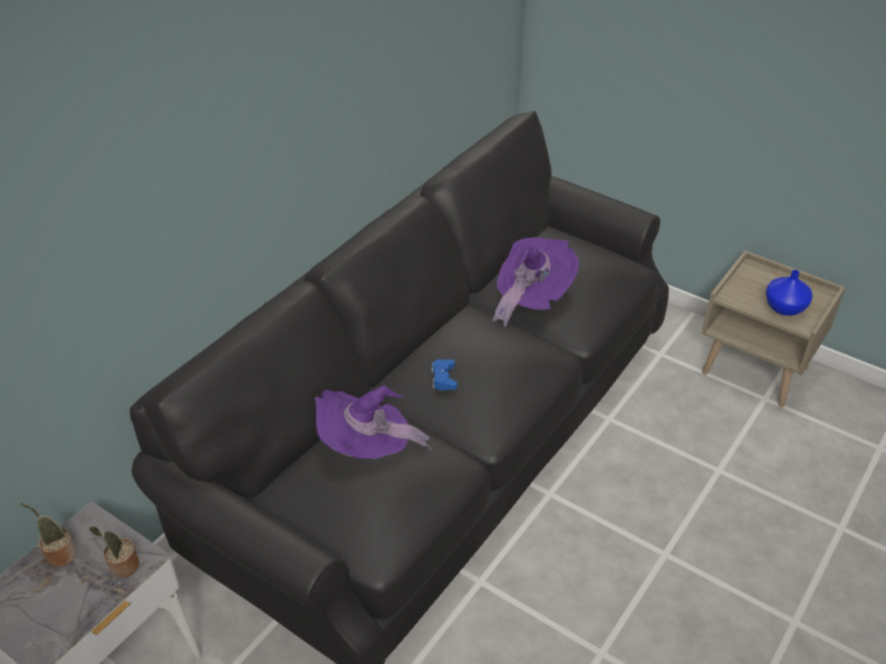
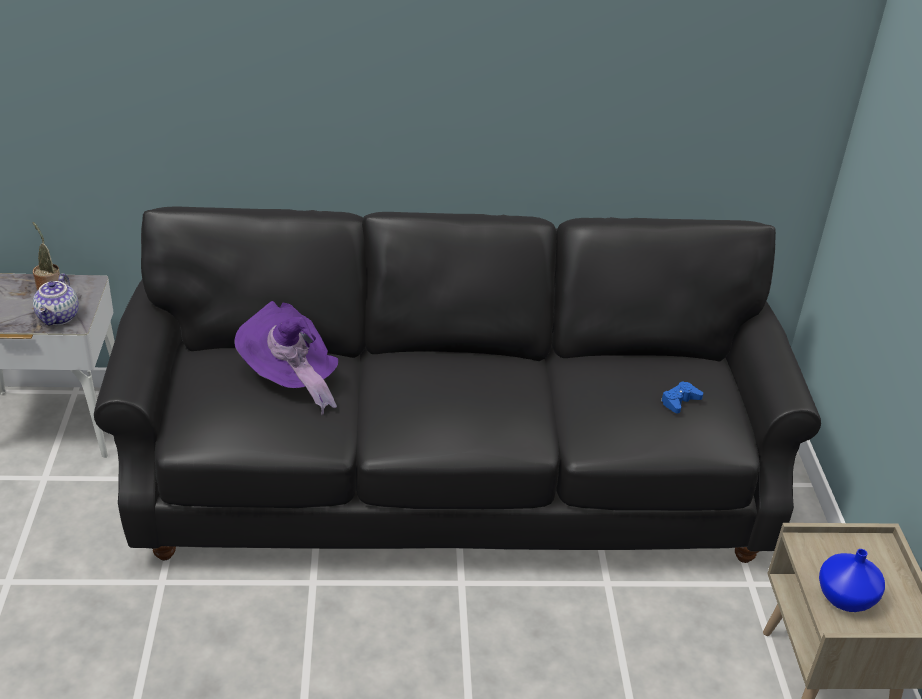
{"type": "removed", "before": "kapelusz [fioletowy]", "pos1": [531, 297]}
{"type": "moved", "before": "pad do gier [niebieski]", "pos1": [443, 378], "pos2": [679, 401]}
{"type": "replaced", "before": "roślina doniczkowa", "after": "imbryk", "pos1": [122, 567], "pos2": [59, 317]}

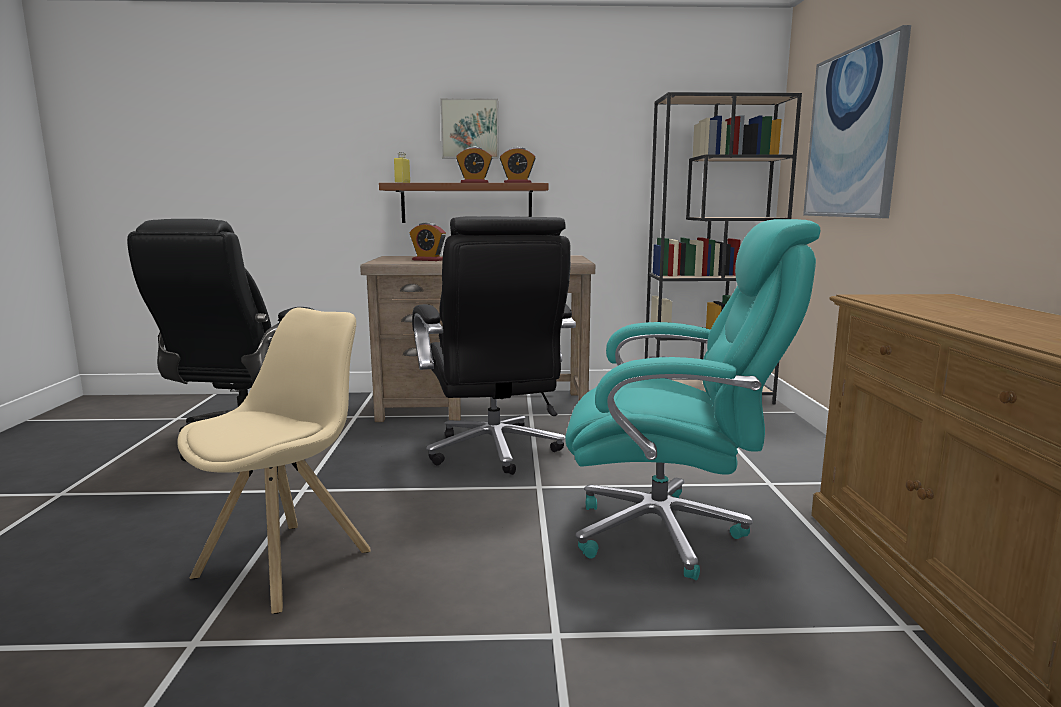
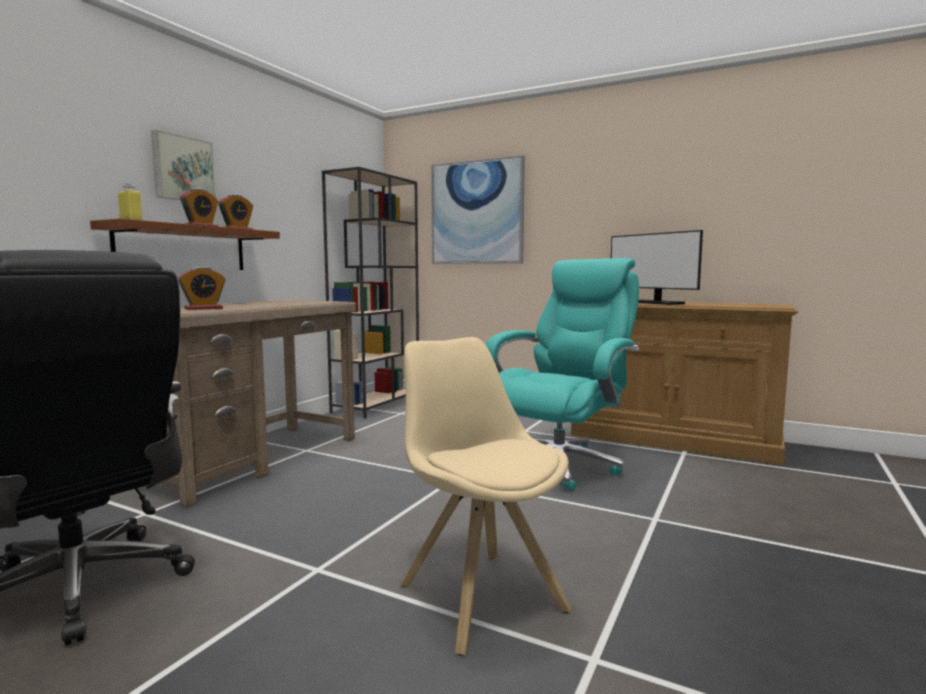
{"type": "removed", "before": "krzesło biurowe [czarny]", "pos1": [496, 454]}
{"type": "added", "after": "monitor", "pos2": [654, 303]}

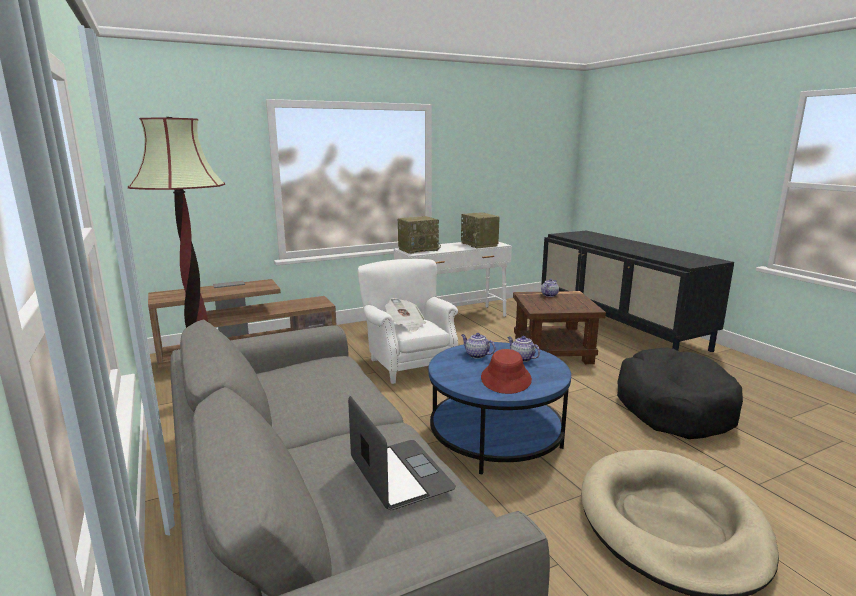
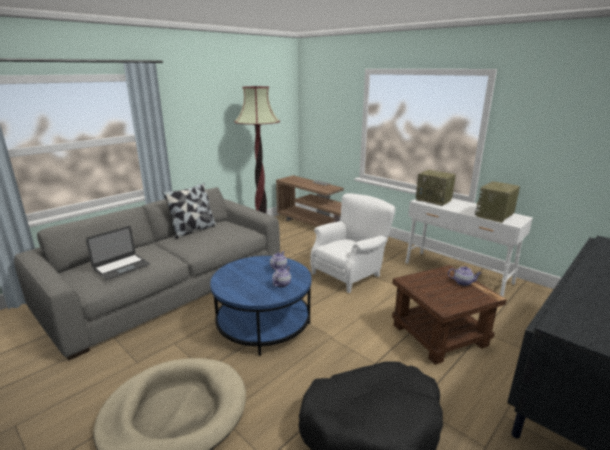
{"type": "removed", "before": "gazeta", "pos1": [405, 325]}
{"type": "removed", "before": "kapelusz [czerwony]", "pos1": [506, 379]}
{"type": "added", "after": "poduszka", "pos2": [193, 230]}

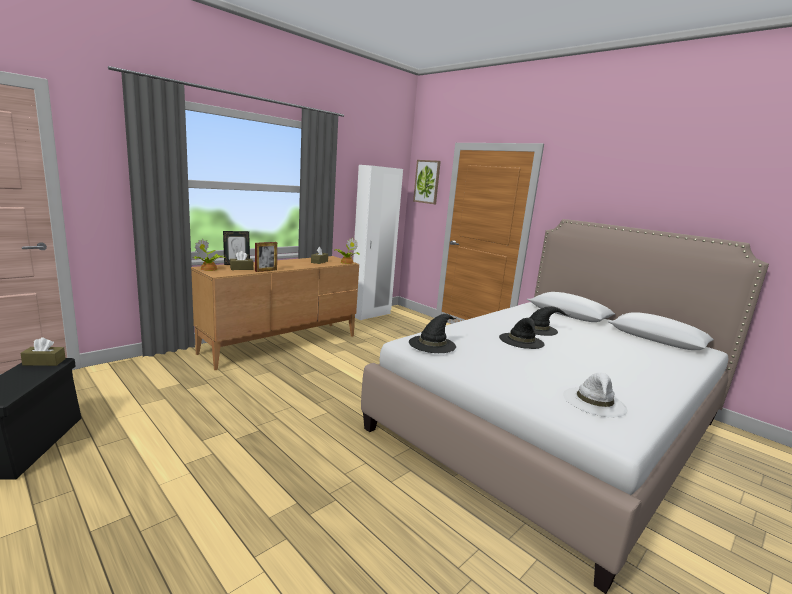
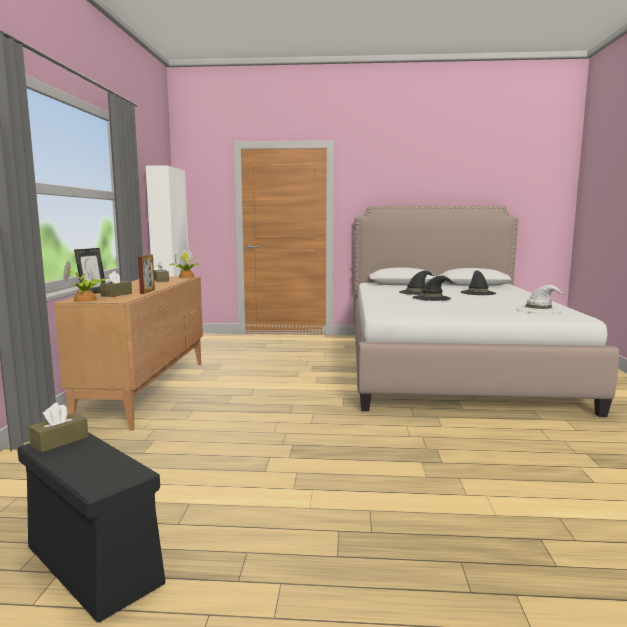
{"type": "removed", "before": "obraz", "pos1": [427, 181]}
{"type": "moved", "before": "kapelusz [czarny]", "pos1": [432, 344], "pos2": [477, 292]}

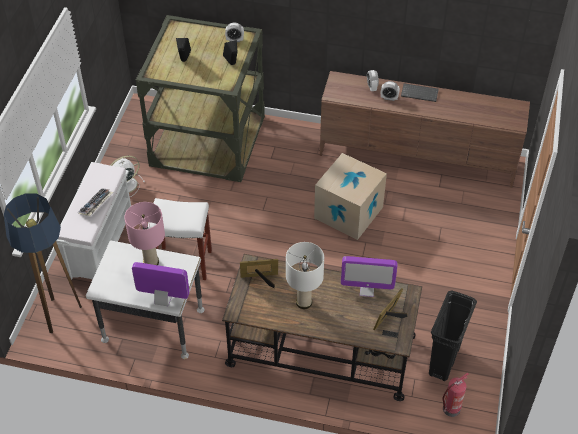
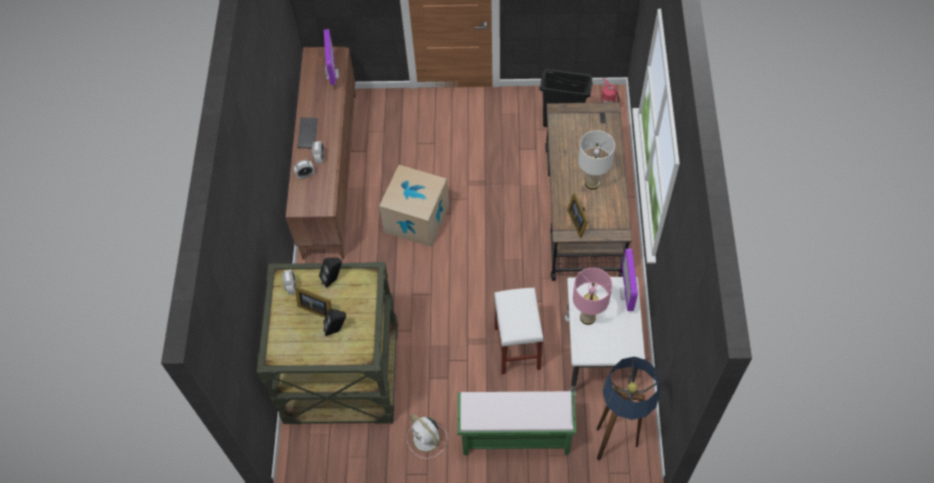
{"type": "recoloured", "before": "ławka [biały]", "after": "ławka [zielony]", "pos1": [100, 243], "pos2": [514, 436]}
{"type": "removed", "before": "klawiatura", "pos1": [96, 205]}
{"type": "moved", "before": "monitor", "pos1": [366, 290], "pos2": [332, 74]}
{"type": "moved", "before": "ramka na zdjęcie", "pos1": [389, 318], "pos2": [316, 308]}

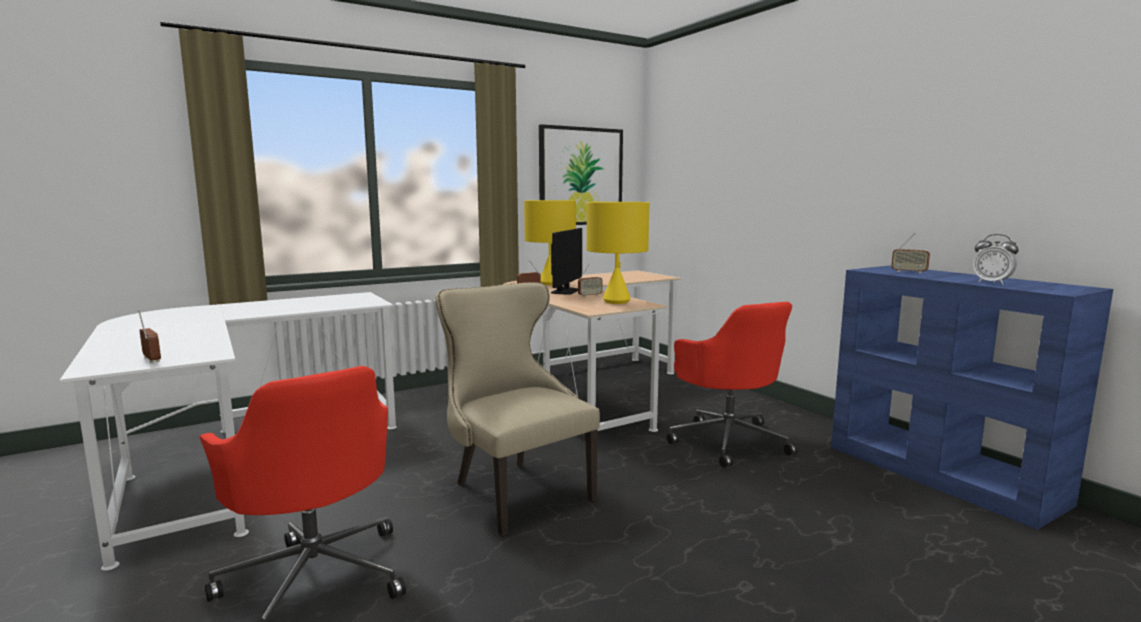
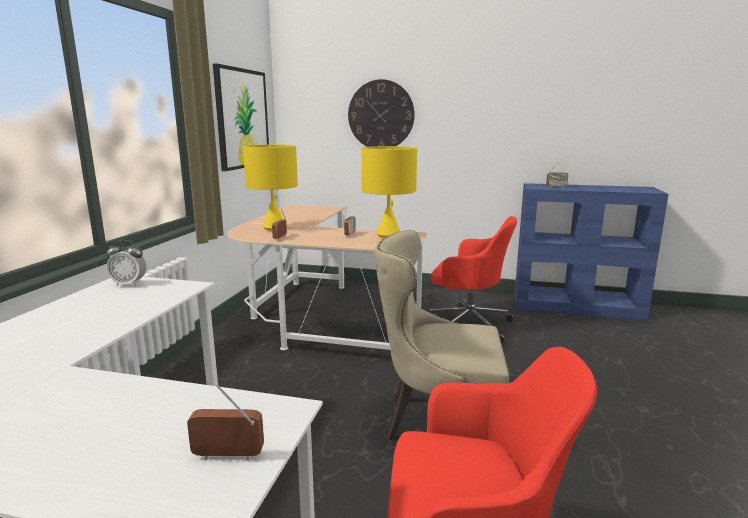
{"type": "removed", "before": "monitor", "pos1": [565, 291]}
{"type": "moved", "before": "budzik", "pos1": [991, 283], "pos2": [129, 284]}
{"type": "added", "after": "zegar ścienny", "pos2": [381, 115]}

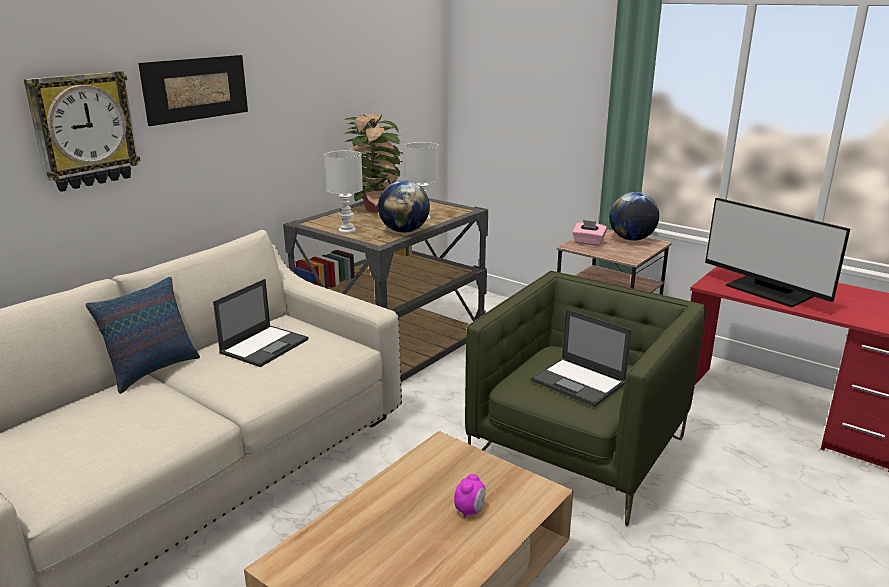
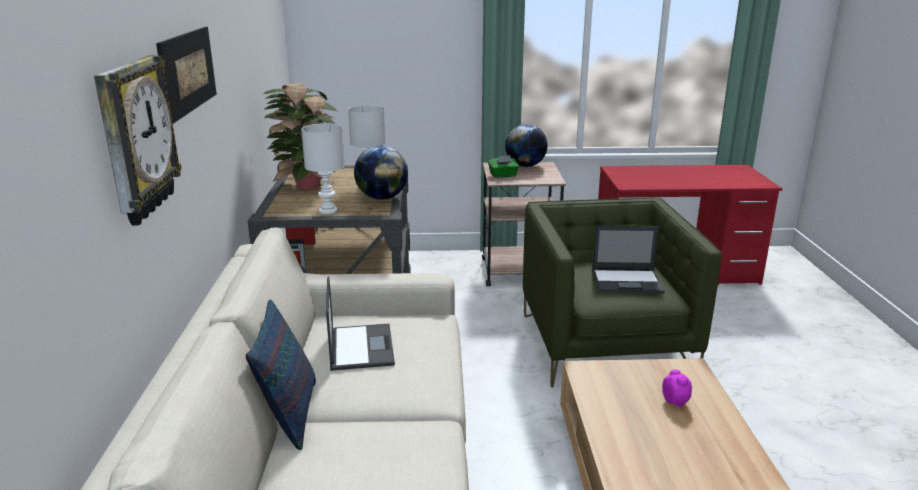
{"type": "removed", "before": "monitor", "pos1": [767, 291]}
{"type": "recoloured", "before": "pudełko chusteczek [różowy]", "after": "pudełko chusteczek [zielony]", "pos1": [588, 242], "pos2": [503, 175]}

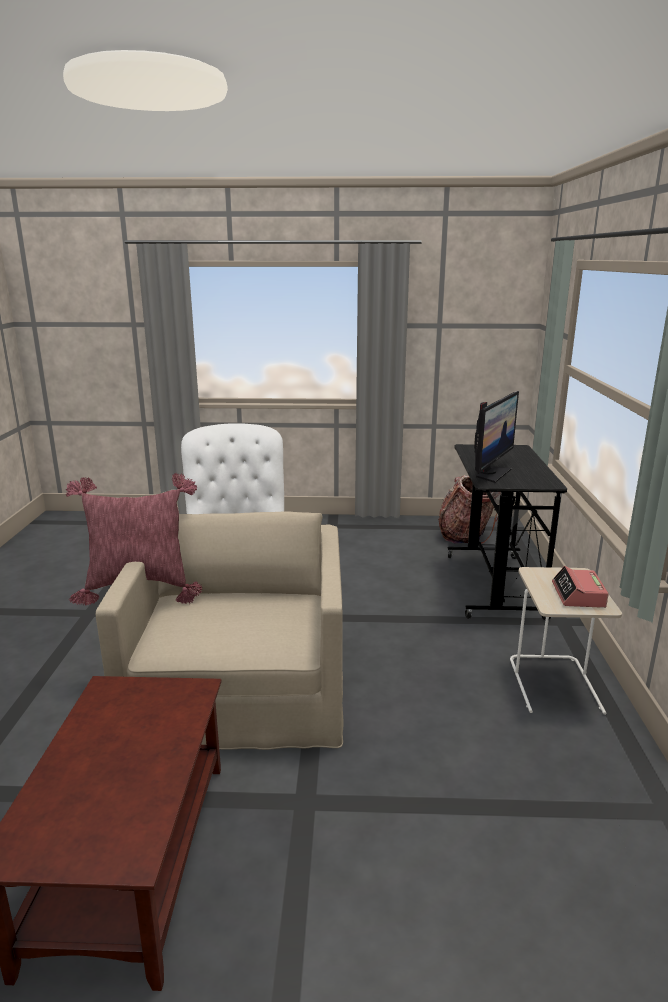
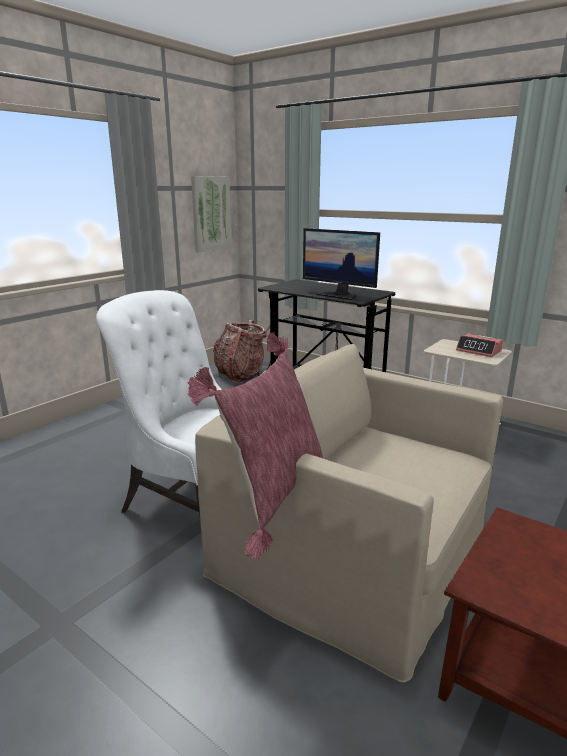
{"type": "turned", "before": "monitor", "pos1": [491, 474], "pos2": [339, 295], "turn": 150}
{"type": "added", "after": "obraz", "pos2": [210, 214]}

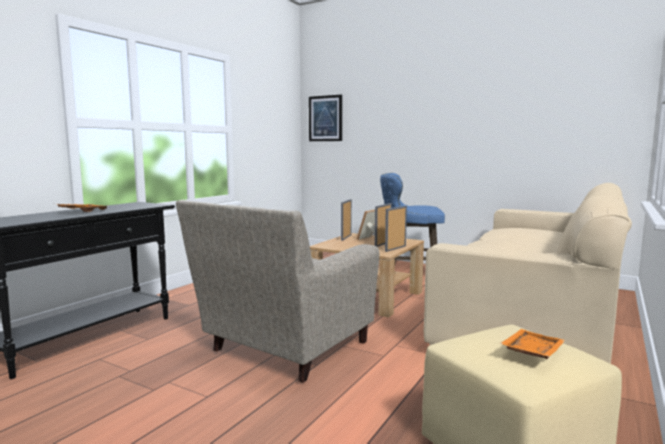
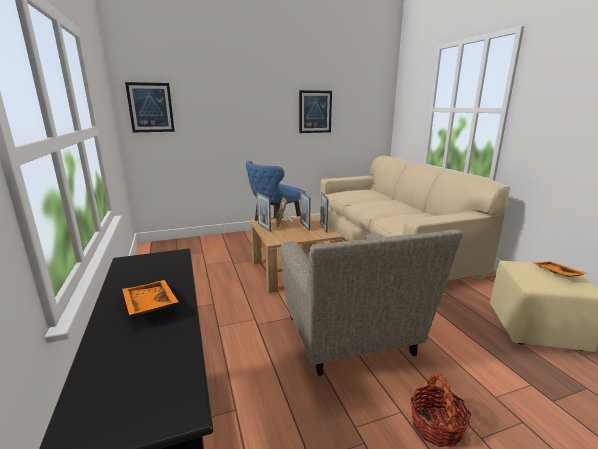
{"type": "added", "after": "obraz", "pos2": [315, 112]}
{"type": "added", "after": "koszyk", "pos2": [436, 426]}

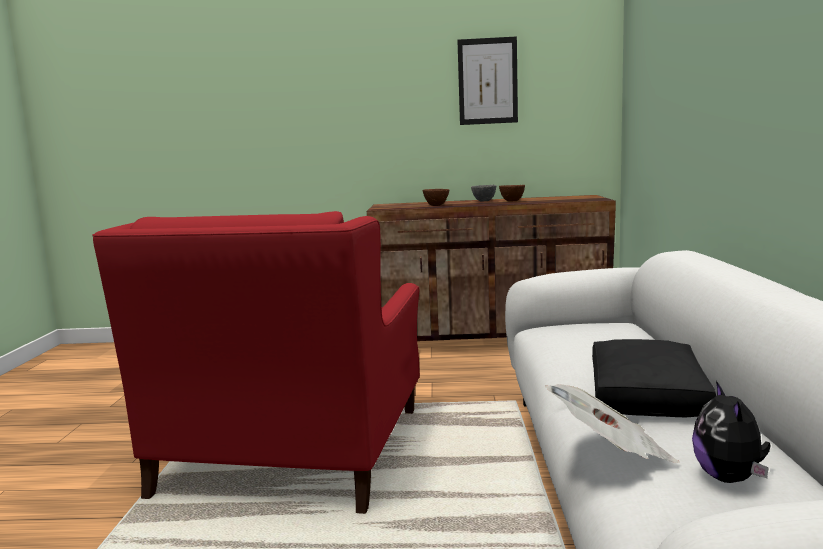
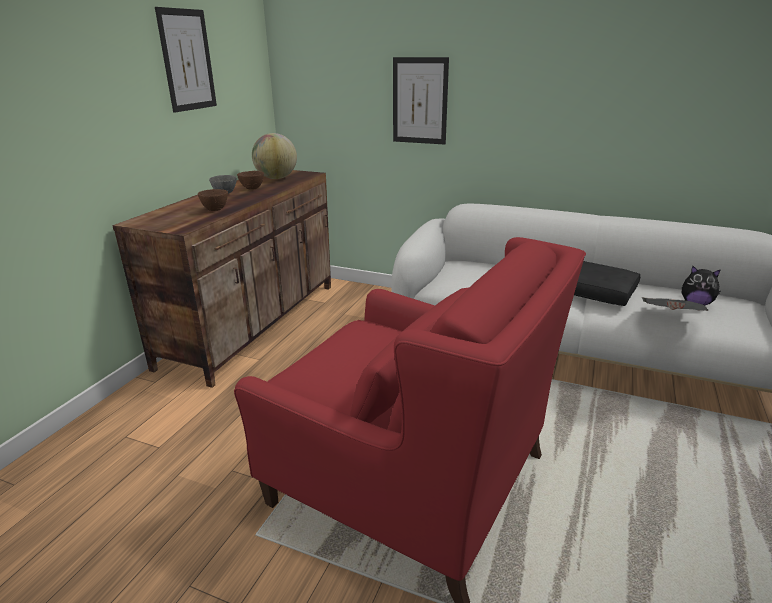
{"type": "added", "after": "obraz", "pos2": [420, 101]}
{"type": "added", "after": "globus", "pos2": [276, 178]}

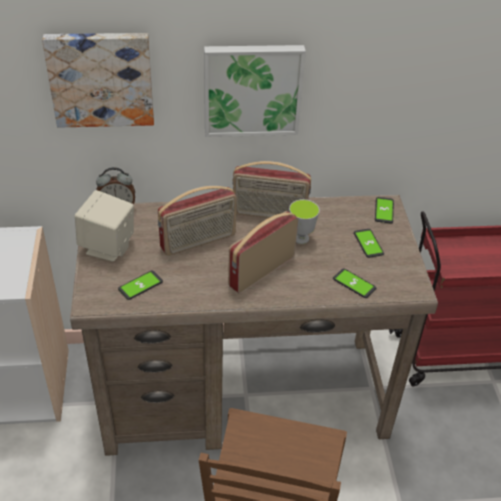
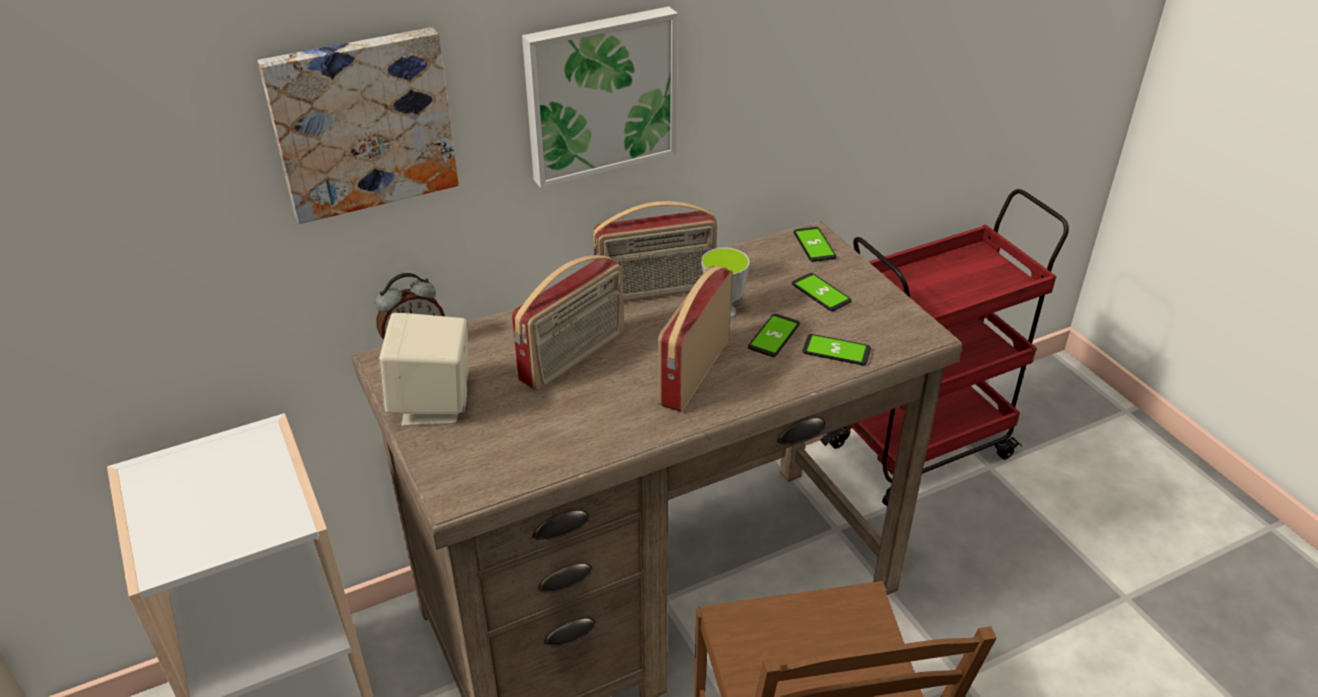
{"type": "moved", "before": "telefon", "pos1": [140, 285], "pos2": [773, 336]}

